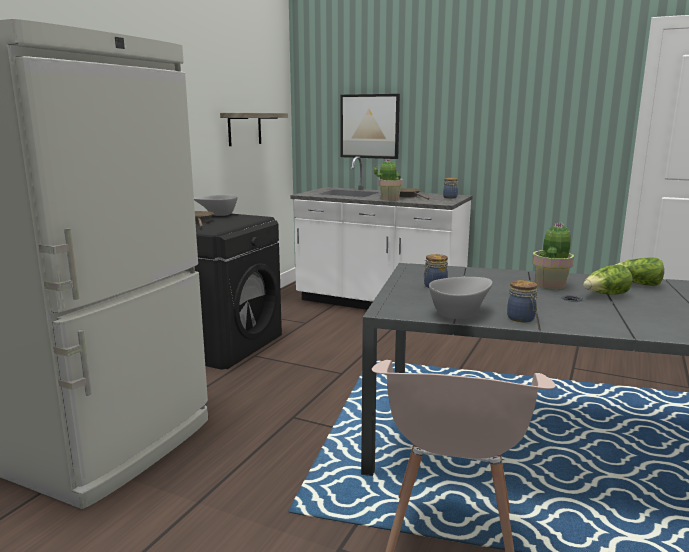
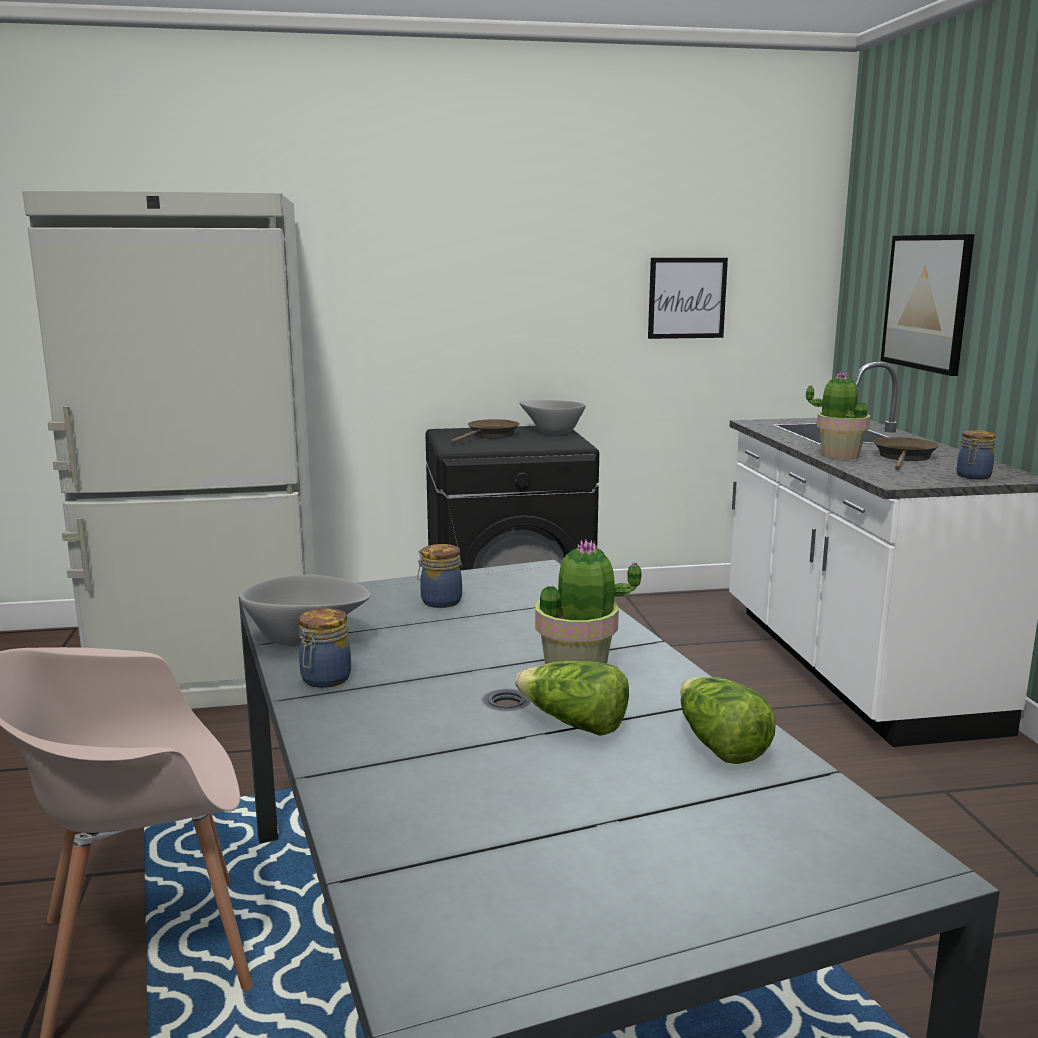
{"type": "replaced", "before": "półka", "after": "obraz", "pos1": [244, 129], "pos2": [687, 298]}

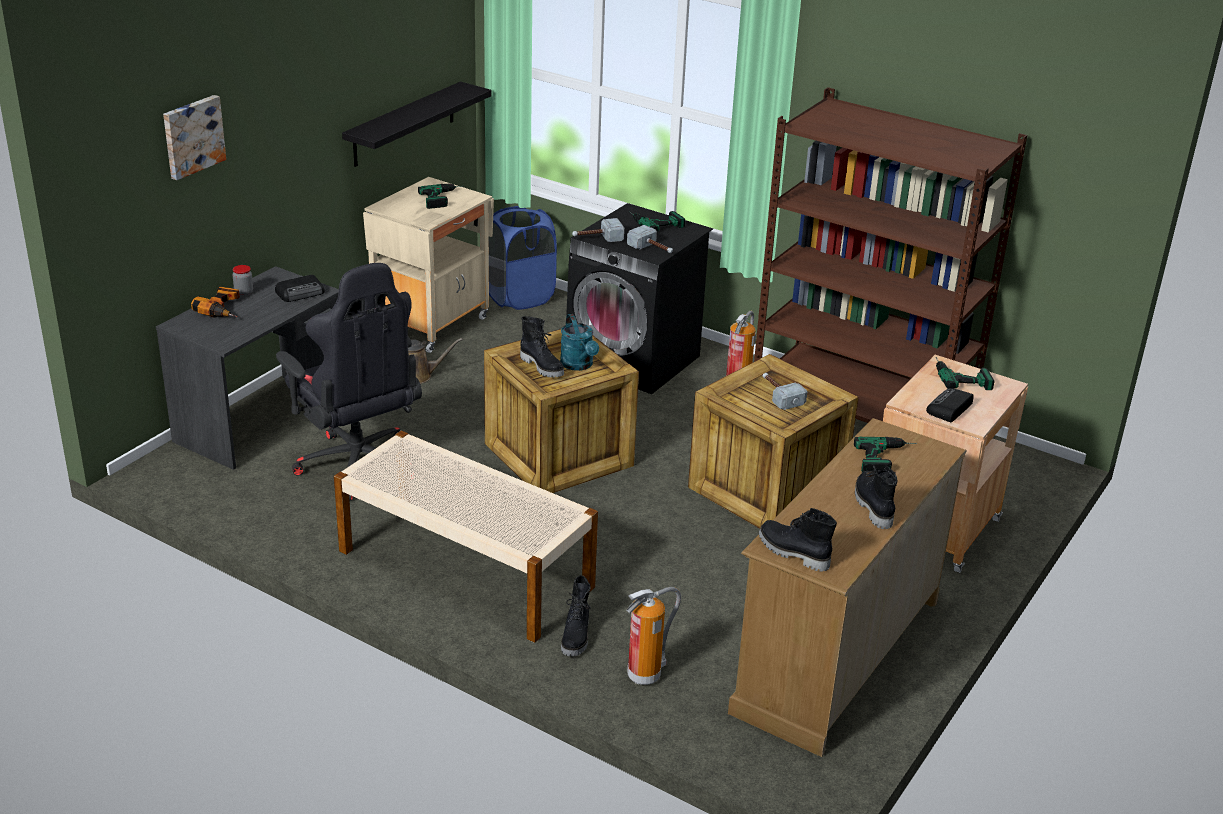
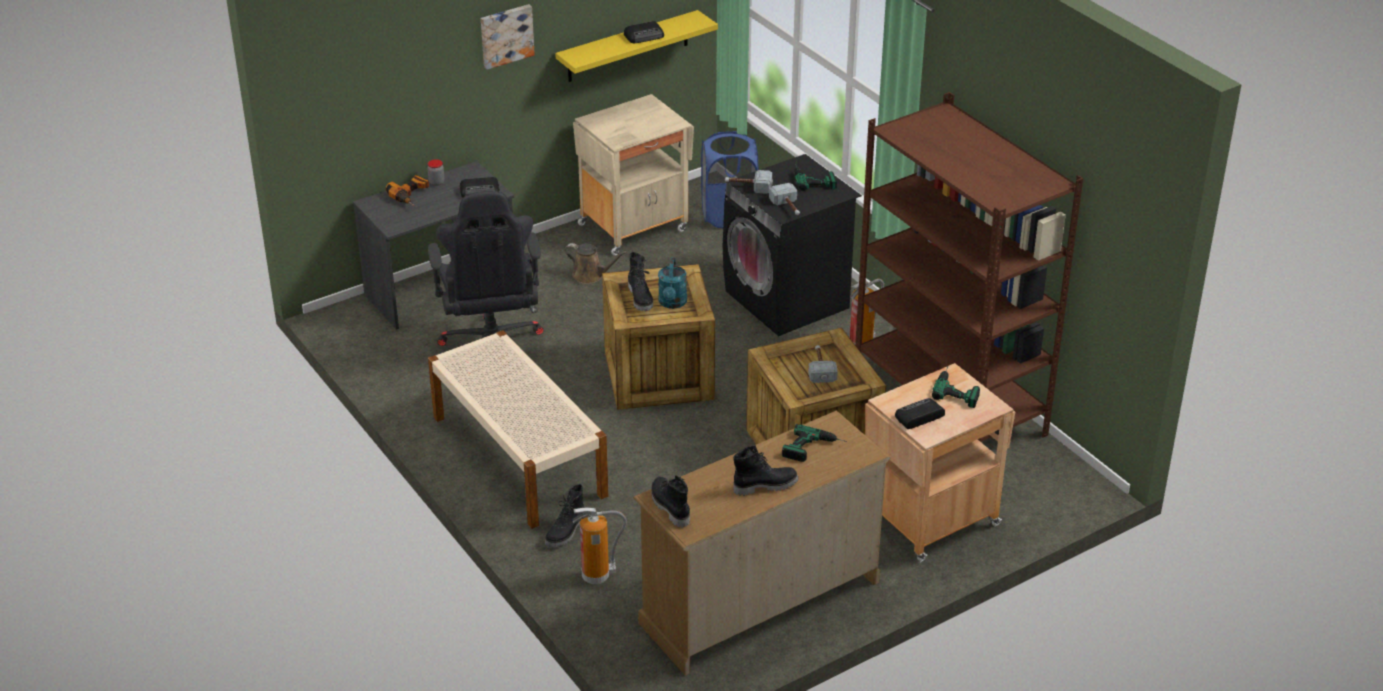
{"type": "recoloured", "before": "półka [czarny]", "after": "półka [żółty]", "pos1": [404, 124], "pos2": [628, 47]}
{"type": "moved", "before": "obraz", "pos1": [192, 136], "pos2": [506, 35]}
{"type": "removed", "before": "wiertarka", "pos1": [444, 198]}
{"type": "turned", "before": "but z cholewką [czarny]", "pos1": [872, 506], "pos2": [765, 485], "turn": 60}
{"type": "added", "after": "radio", "pos2": [645, 36]}

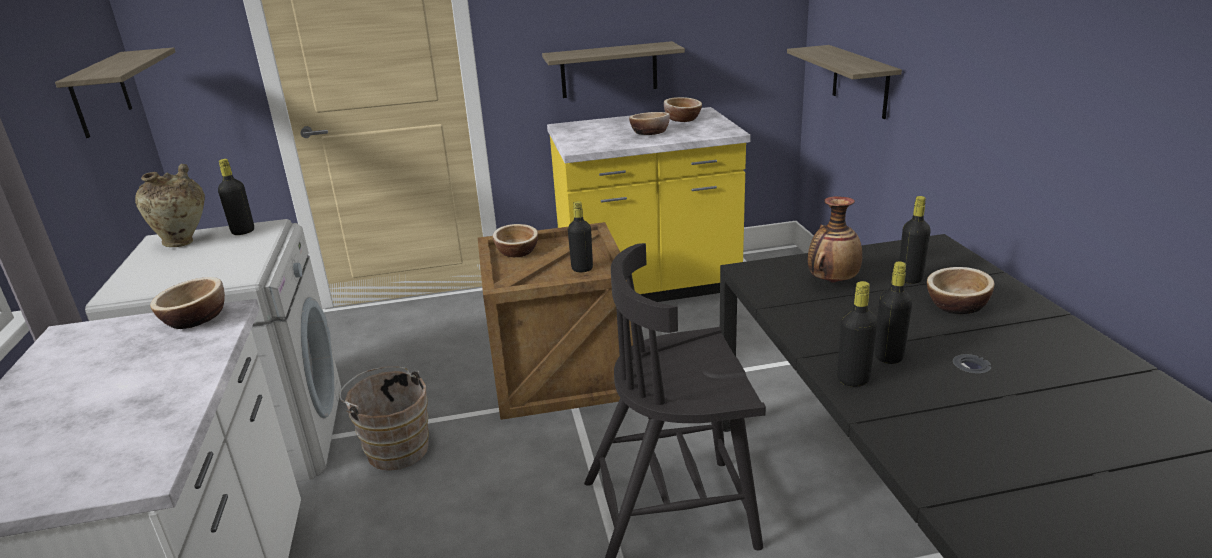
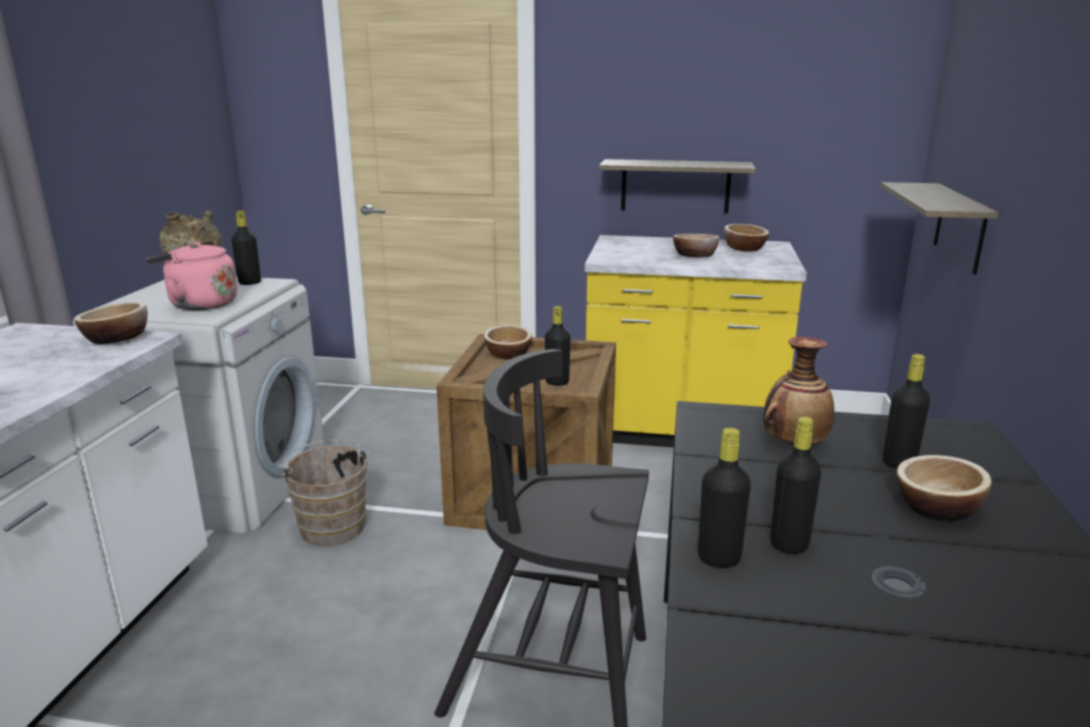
{"type": "removed", "before": "półka", "pos1": [100, 94]}
{"type": "added", "after": "czajnik [różowy]", "pos2": [200, 304]}

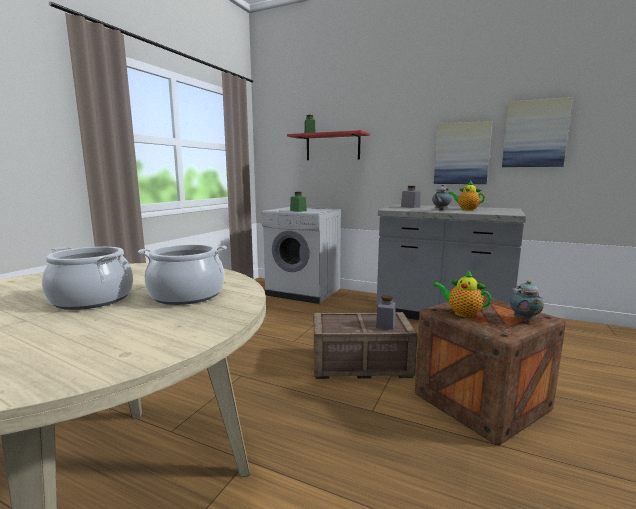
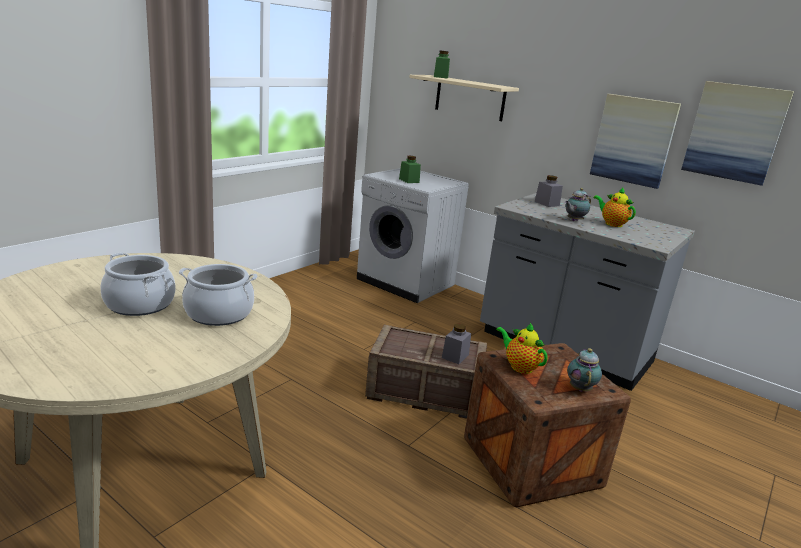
{"type": "recoloured", "before": "półka [czerwony]", "after": "półka [beżowy]", "pos1": [332, 147], "pos2": [470, 98]}

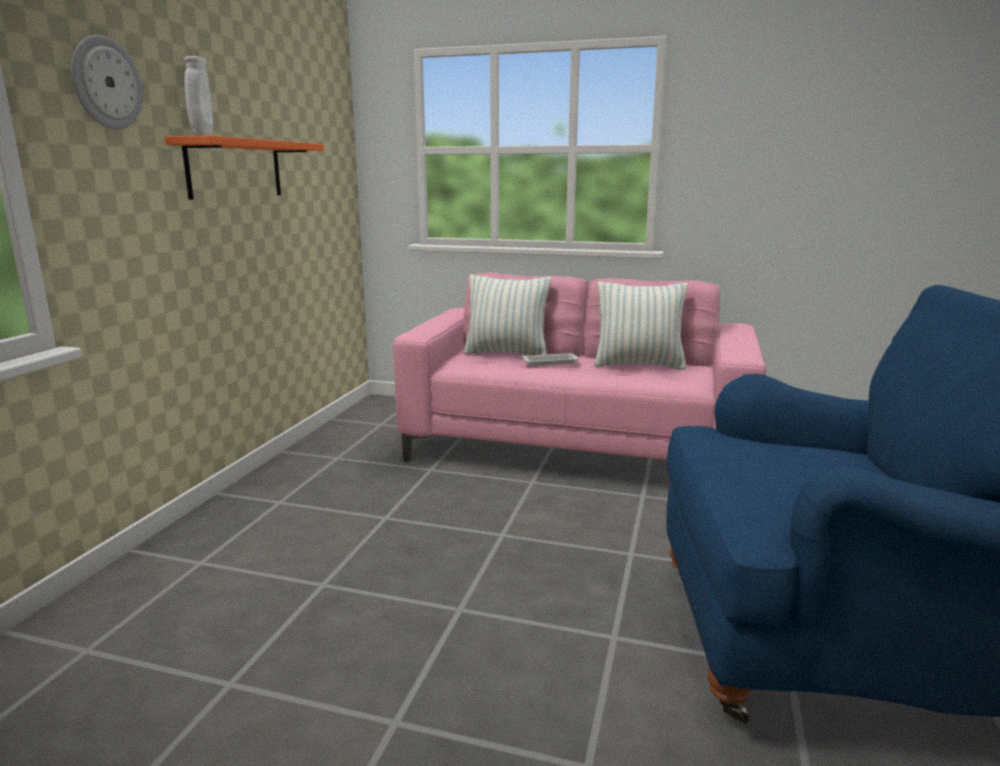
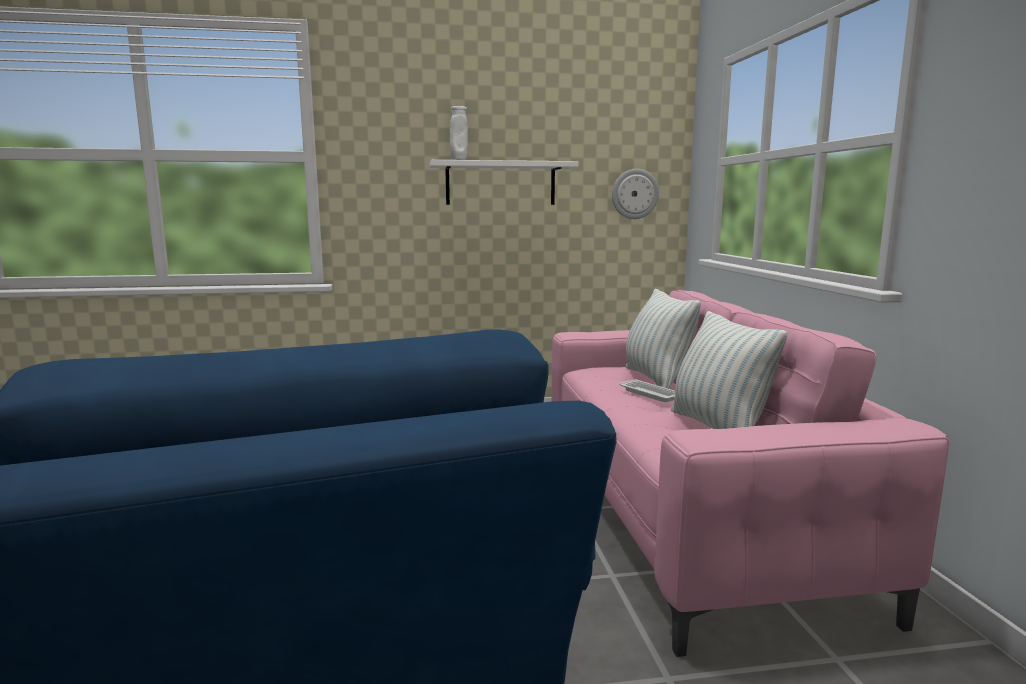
{"type": "moved", "before": "zegar ścienny", "pos1": [106, 83], "pos2": [634, 194]}
{"type": "recoloured", "before": "półka [pomarańczowy]", "after": "półka [biały]", "pos1": [235, 169], "pos2": [500, 183]}

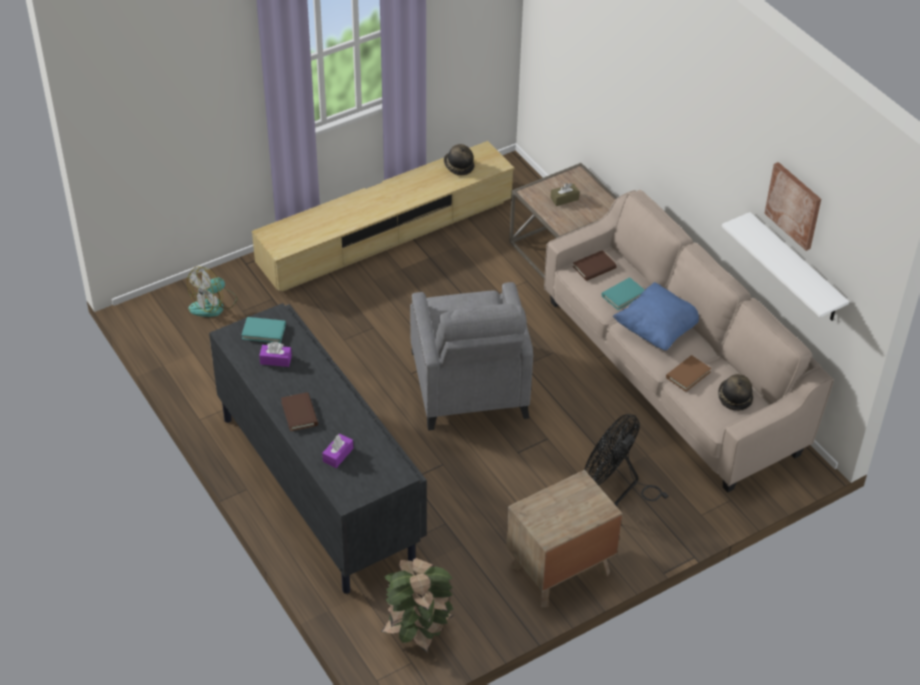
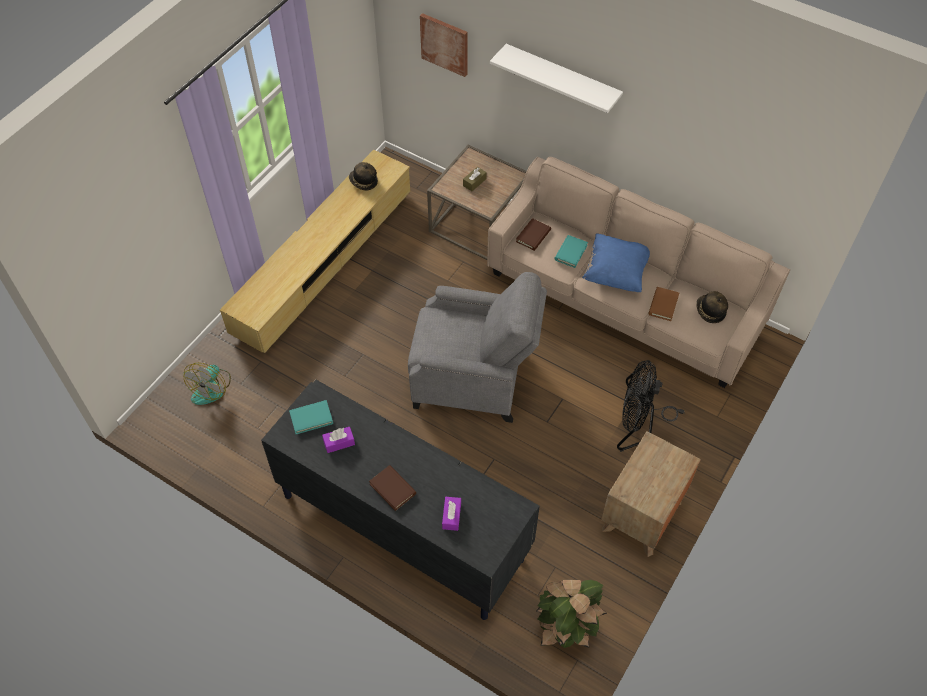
{"type": "moved", "before": "obraz", "pos1": [794, 205], "pos2": [445, 44]}
{"type": "moved", "before": "półka [biały]", "pos1": [795, 269], "pos2": [562, 80]}
{"type": "turned", "before": "fotel [szary]", "pos1": [469, 388], "pos2": [474, 378], "turn": -45}

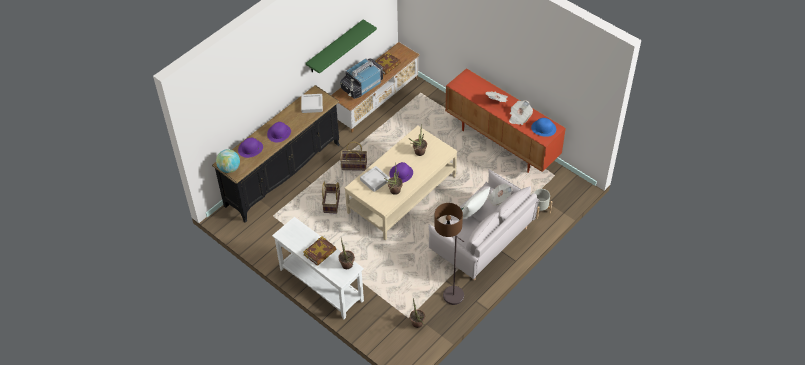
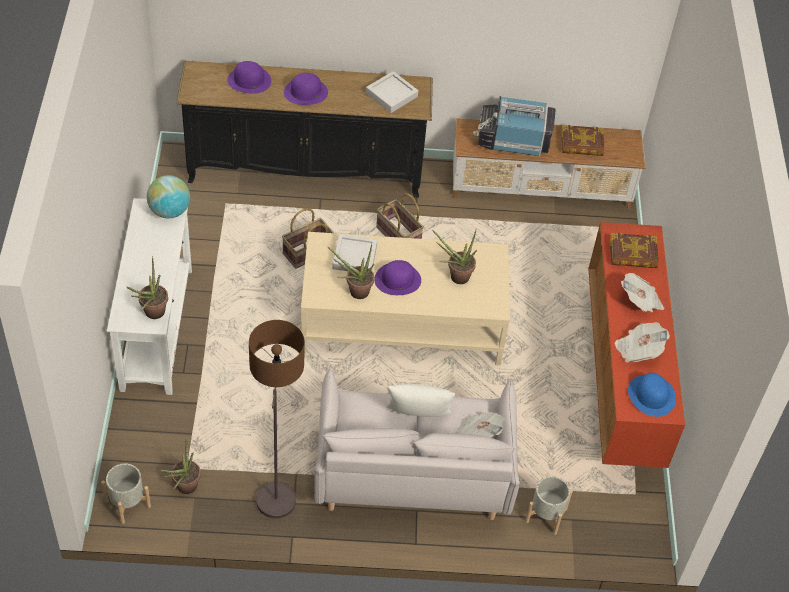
{"type": "removed", "before": "półka [zielony]", "pos1": [335, 47]}
{"type": "moved", "before": "globus", "pos1": [229, 168], "pos2": [169, 211]}
{"type": "moved", "before": "książka", "pos1": [320, 253], "pos2": [633, 254]}
{"type": "added", "after": "donica [szary]", "pos2": [128, 503]}

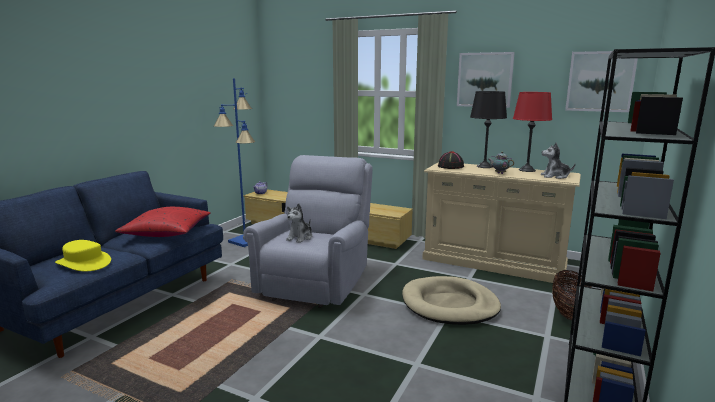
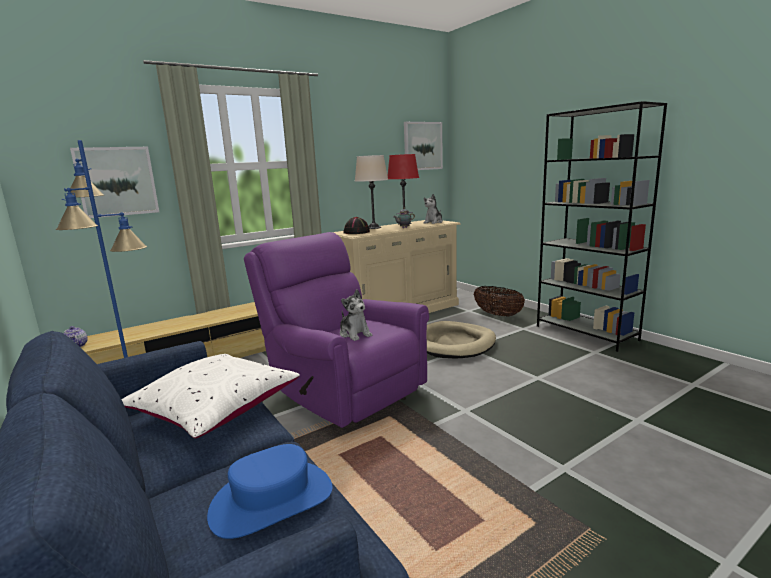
{"type": "moved", "before": "obraz", "pos1": [484, 80], "pos2": [116, 181]}
{"type": "recoloured", "before": "lampa stołowa [czarny]", "after": "lampa stołowa [beżowy]", "pos1": [484, 166], "pos2": [373, 227]}
{"type": "recoloured", "before": "fotel [szary]", "after": "fotel [fioletowy]", "pos1": [316, 282], "pos2": [342, 389]}
{"type": "recoloured", "before": "poduszka [czerwony]", "after": "poduszka [biały]", "pos1": [167, 233], "pos2": [216, 408]}
{"type": "recoloured", "before": "kapelusz [żółty]", "after": "kapelusz [niebieski]", "pos1": [84, 263], "pos2": [272, 499]}

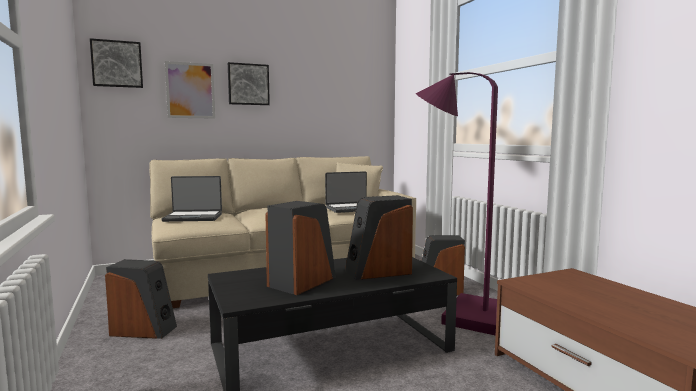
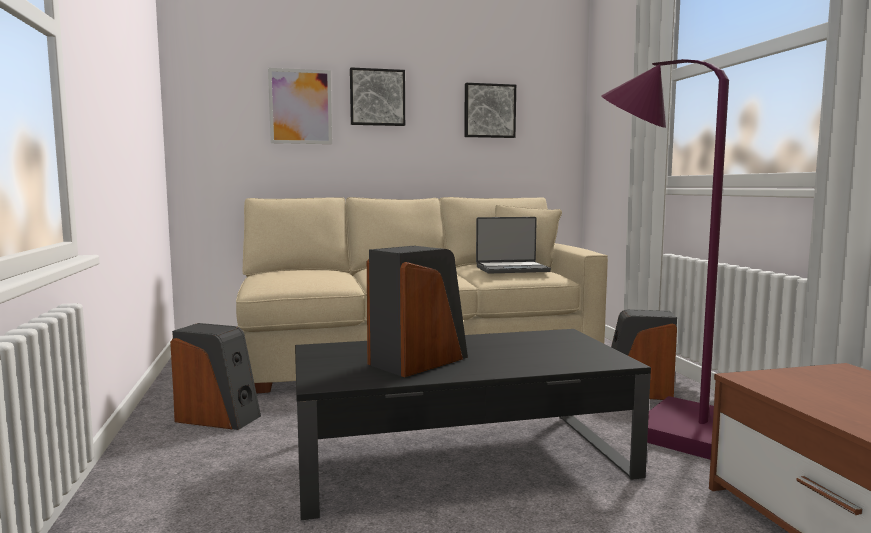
{"type": "moved", "before": "obraz", "pos1": [117, 64], "pos2": [489, 111]}
{"type": "removed", "before": "laptop", "pos1": [193, 217]}
{"type": "removed", "before": "głośnik", "pos1": [378, 272]}

